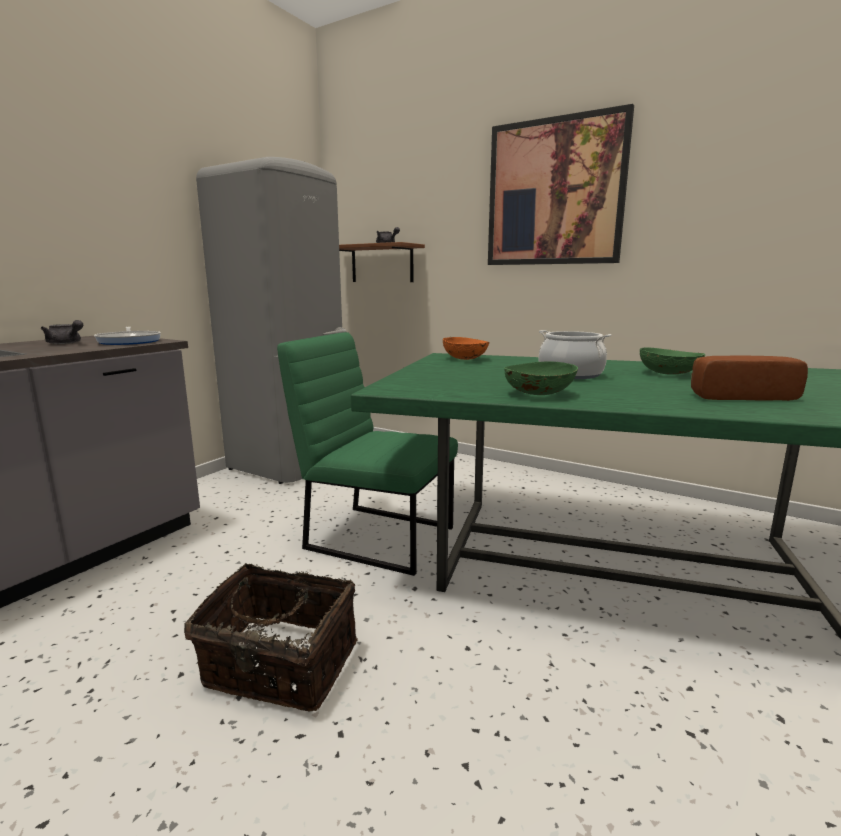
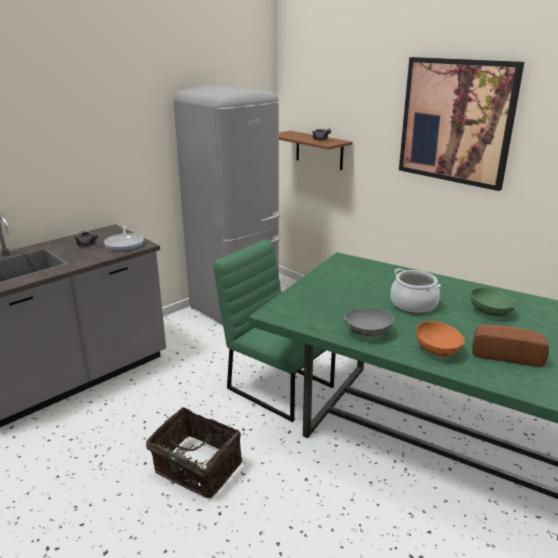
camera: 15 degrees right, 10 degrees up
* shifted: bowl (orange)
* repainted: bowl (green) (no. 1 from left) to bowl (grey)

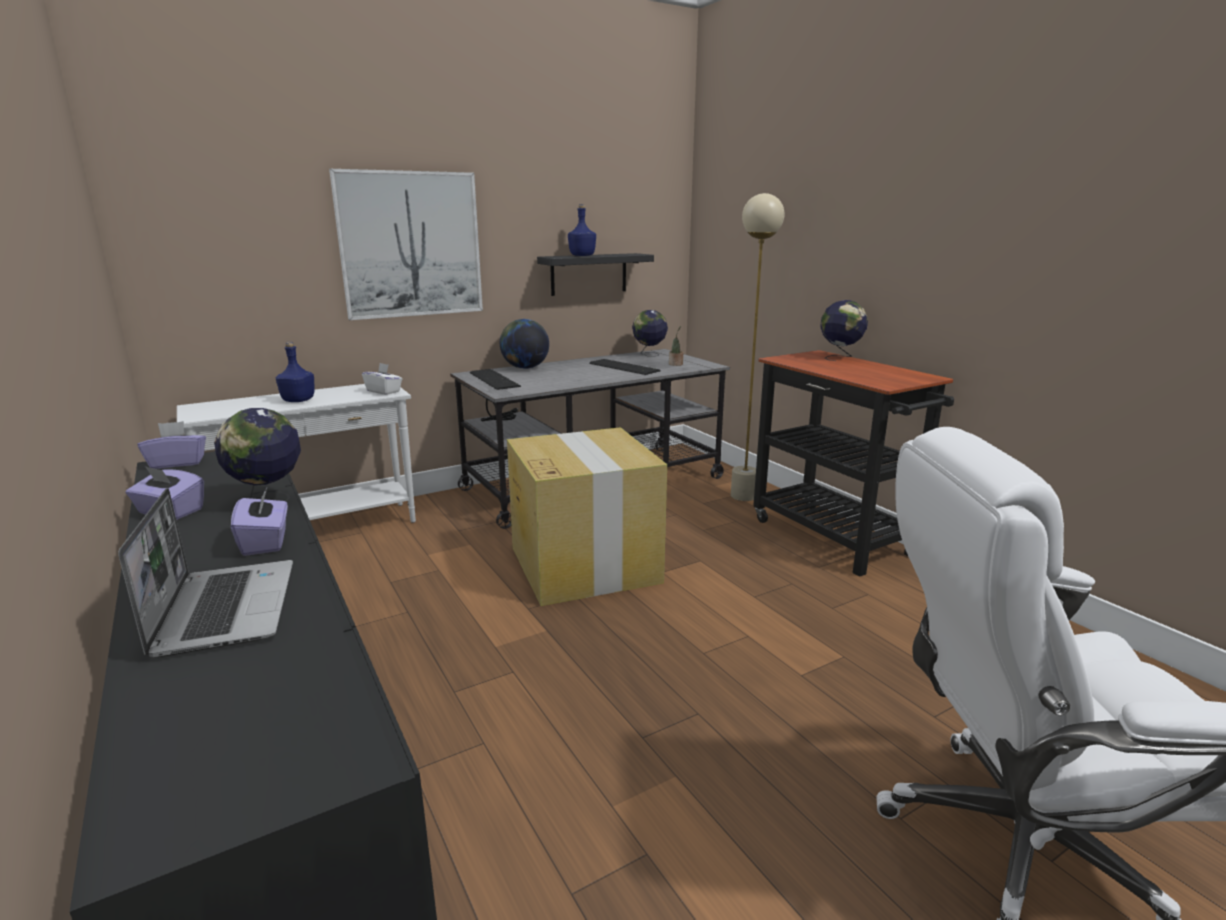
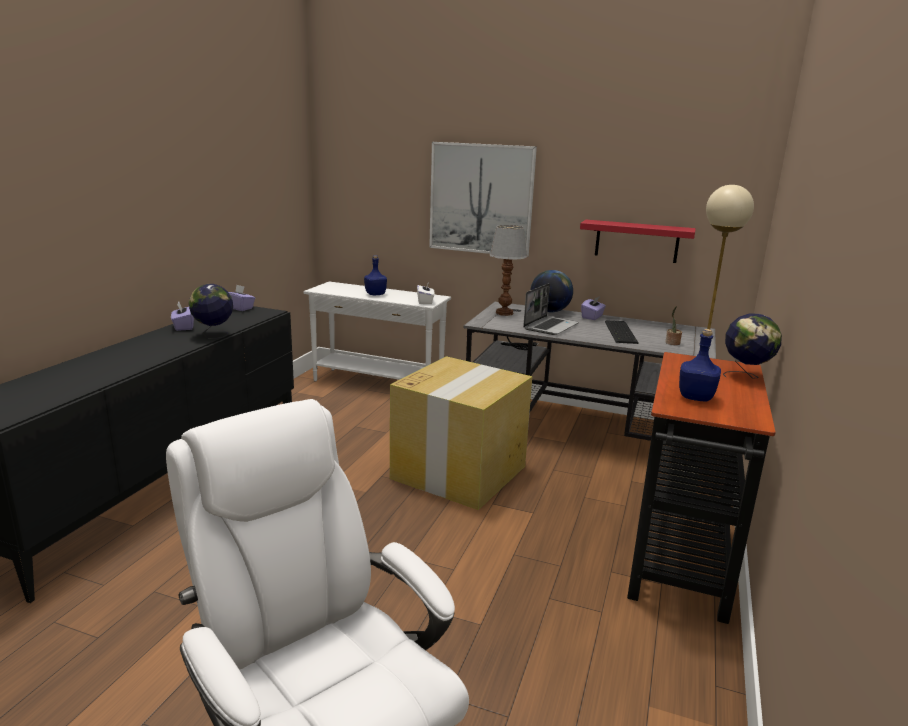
camera: 50 degrees right, 0 degrees up
* gone: globe (no. 3 from left)
* shifted: laptop
* shifted: tissue box (purple) (no. 3 from left)
* shifted: bottle (blue) (no. 2 from left)
* swapped: keyboard (no. 1 from left) to table lamp
* repainted: shelf (black) to shelf (red)

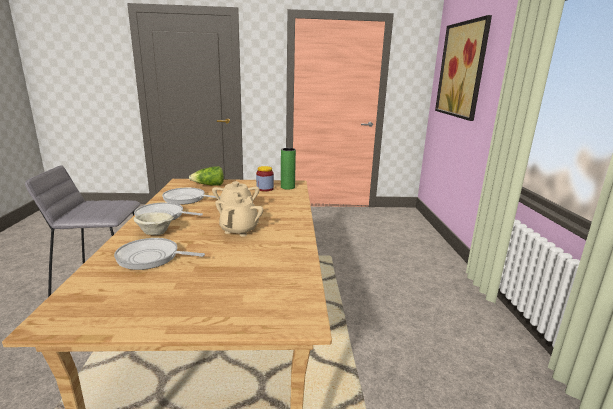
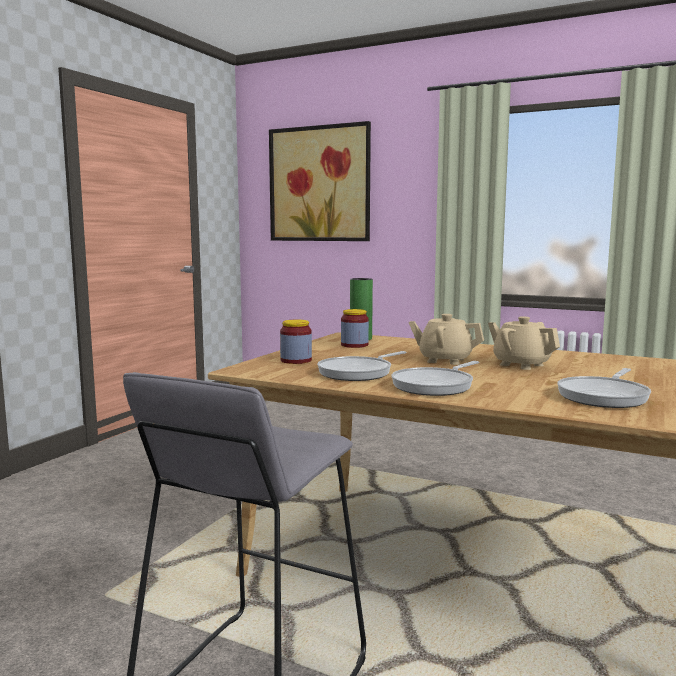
camera: 60 degrees left, 10 degrees down
* gone: bowl (beige)
* swapped: lettuce to jar (no. 1 from left)

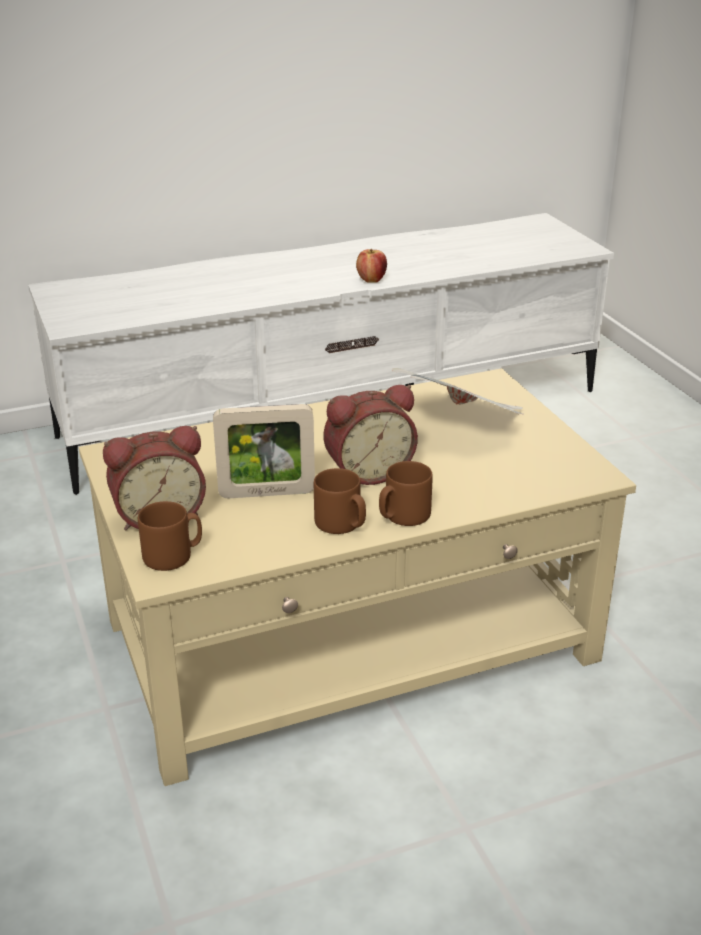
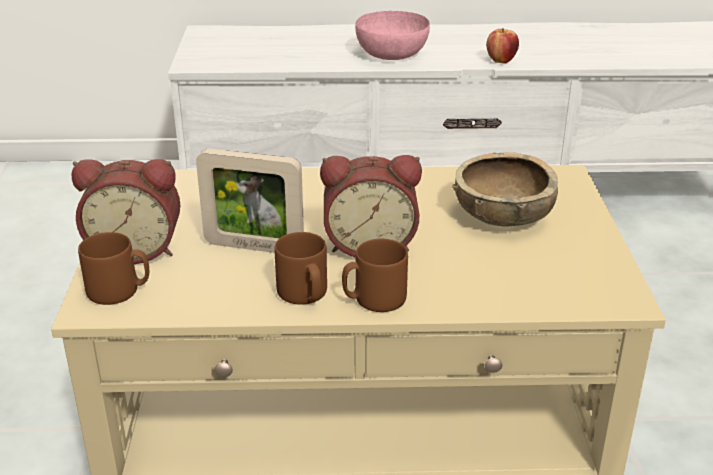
camera: 20 degrees right, 0 degrees up
* new: bowl (pink)
* swapped: newspaper to bowl (brown)

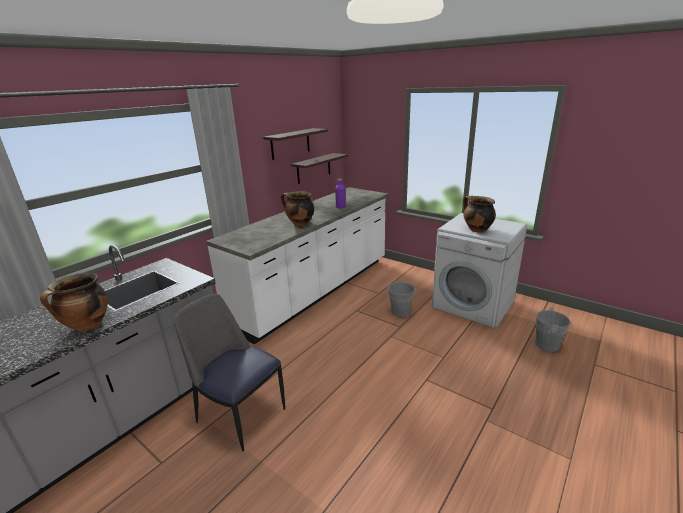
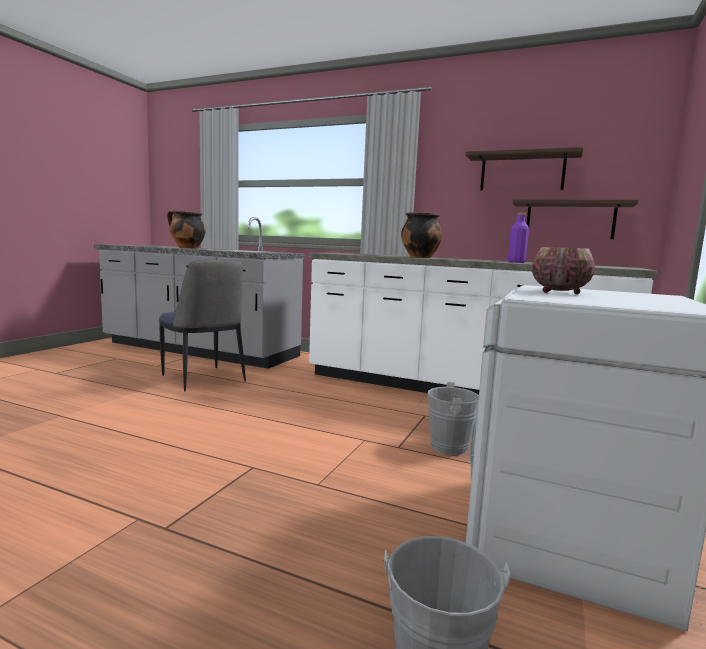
camera: 75 degrees right, 15 degrees down
* swapped: cooking pot (no. 3 from left) to bowl
* rotated: chair 120 degrees clockwise

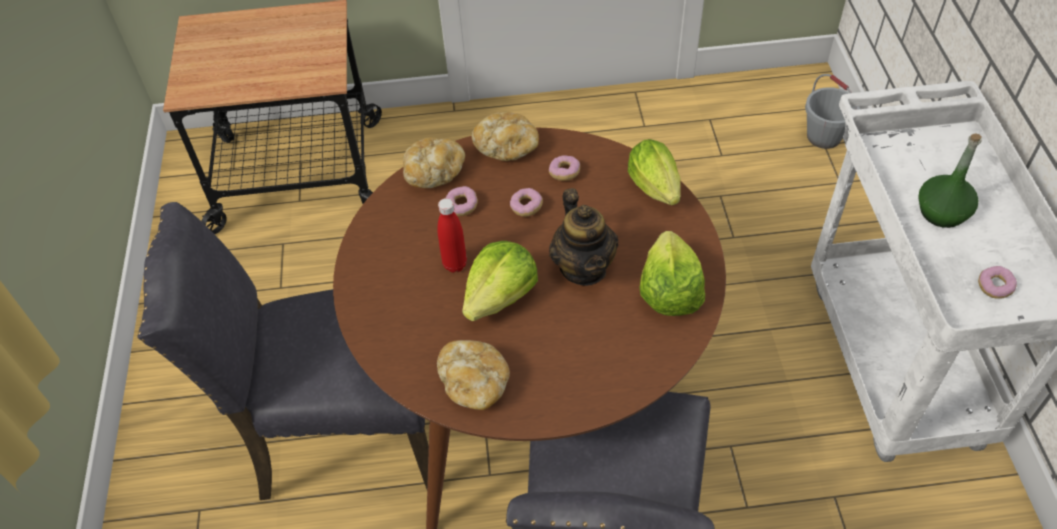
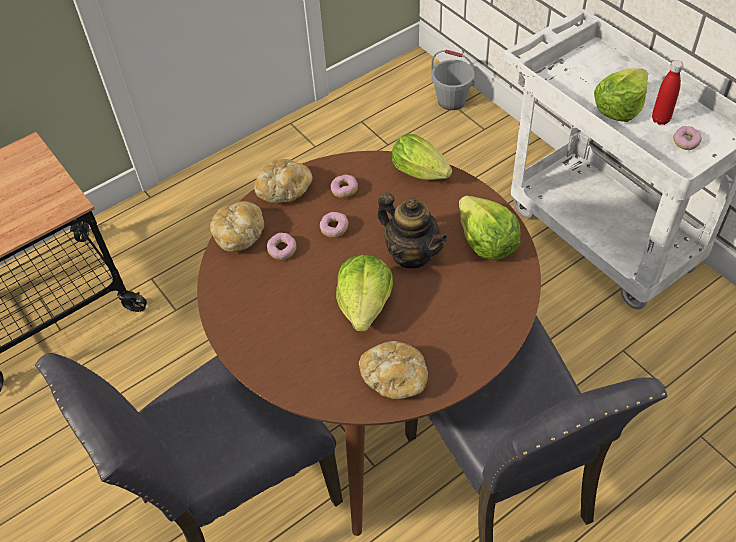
camera: 30 degrees left, 0 degrees up
* shifted: bottle (red)
* swapped: bottle (green) to lettuce (no. 4 from left)

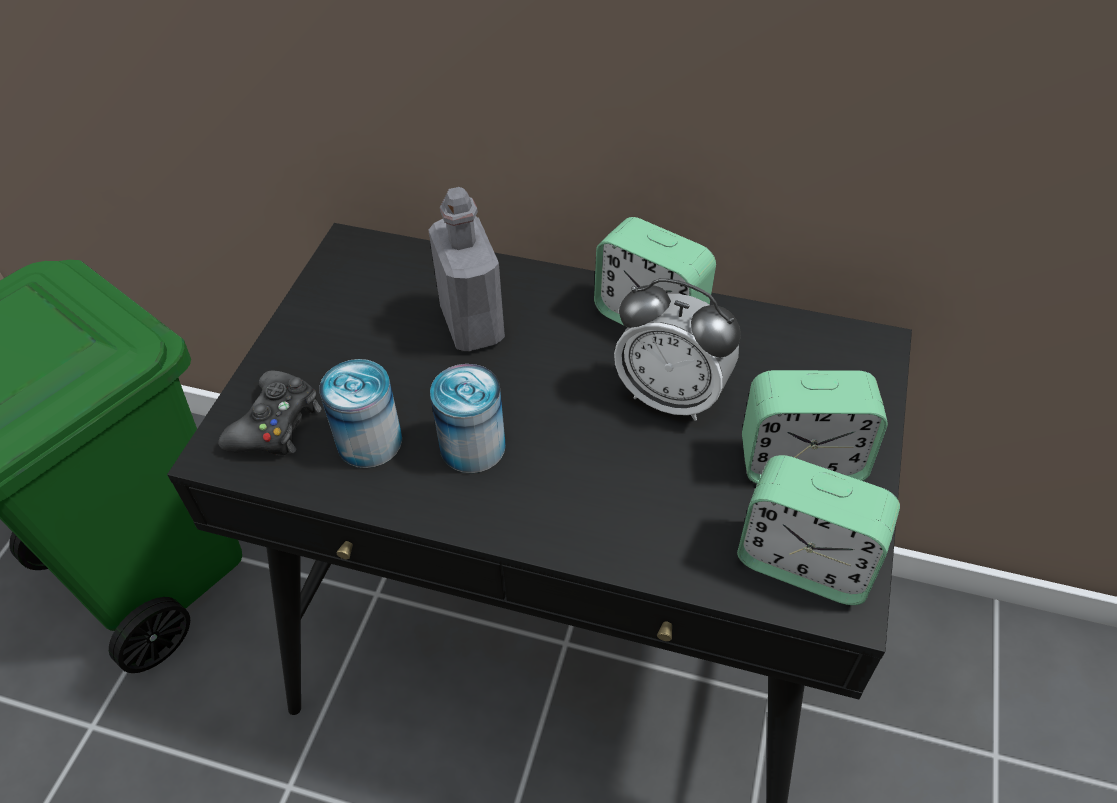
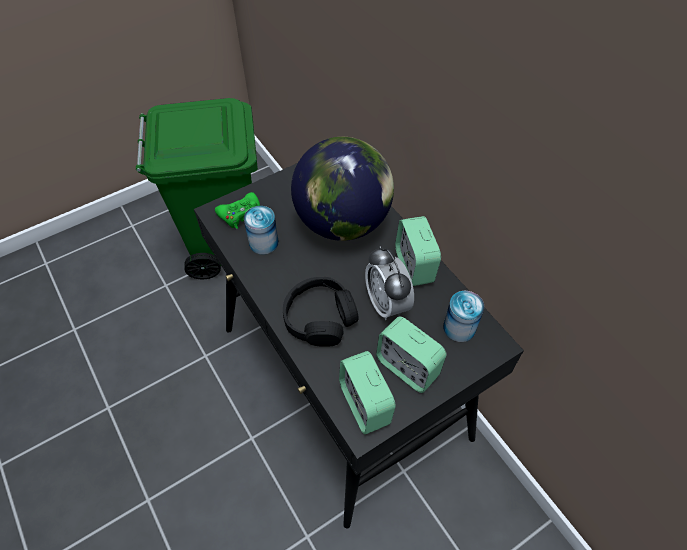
camera: 40 degrees right, 5 degrees up
* new: headphones (black)
* shifted: can (no. 2 from left)
* swapped: bottle (grey) to globe
* repainted: game controller (black) to game controller (green)

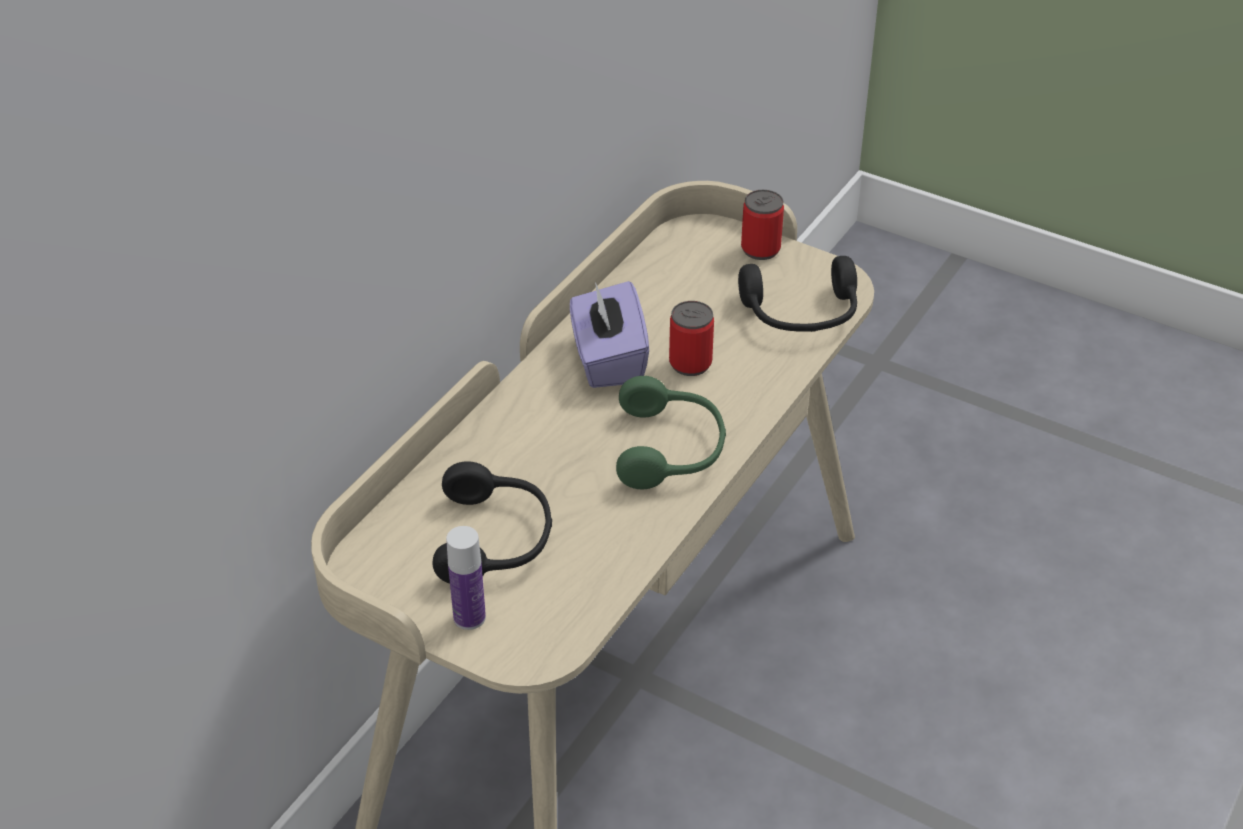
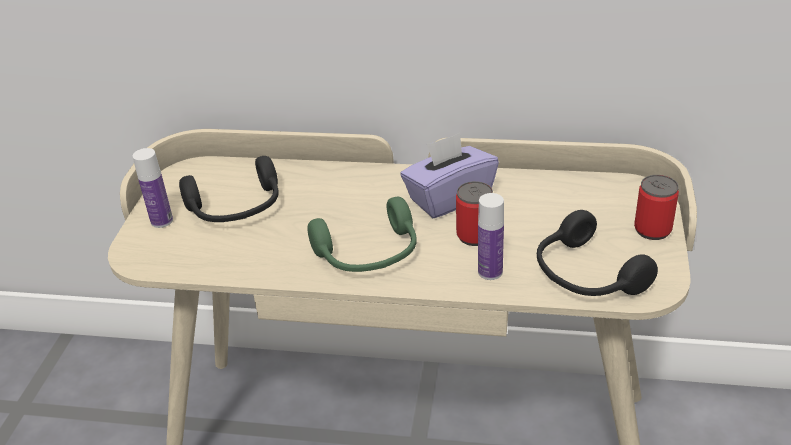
camera: 70 degrees right, 5 degrees down
* new: bottle (no. 2 from left)

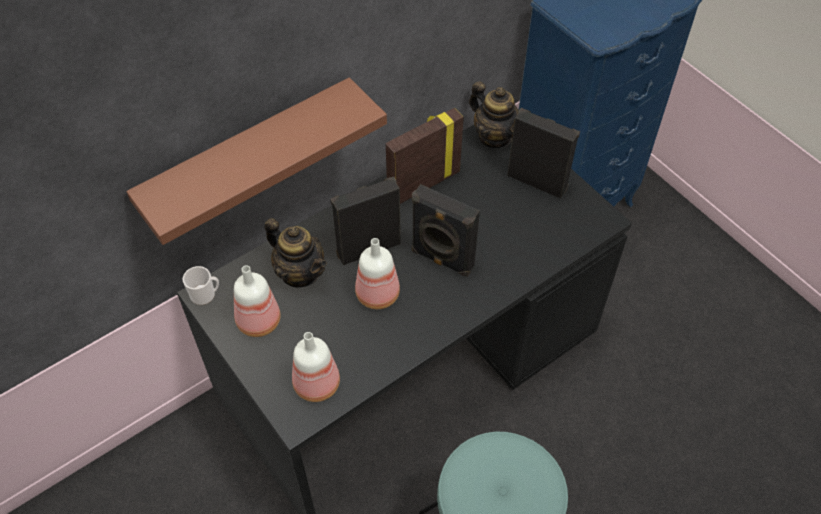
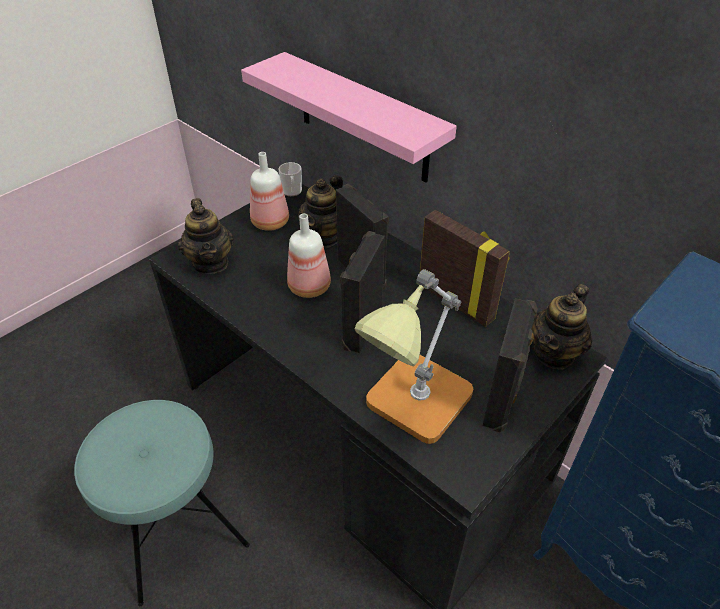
camera: 80 degrees right, 10 degrees down
* new: table lamp
* swapped: bottle (no. 2 from left) to teapot (no. 1 from left)
* repainted: shelf (brown) to shelf (pink)

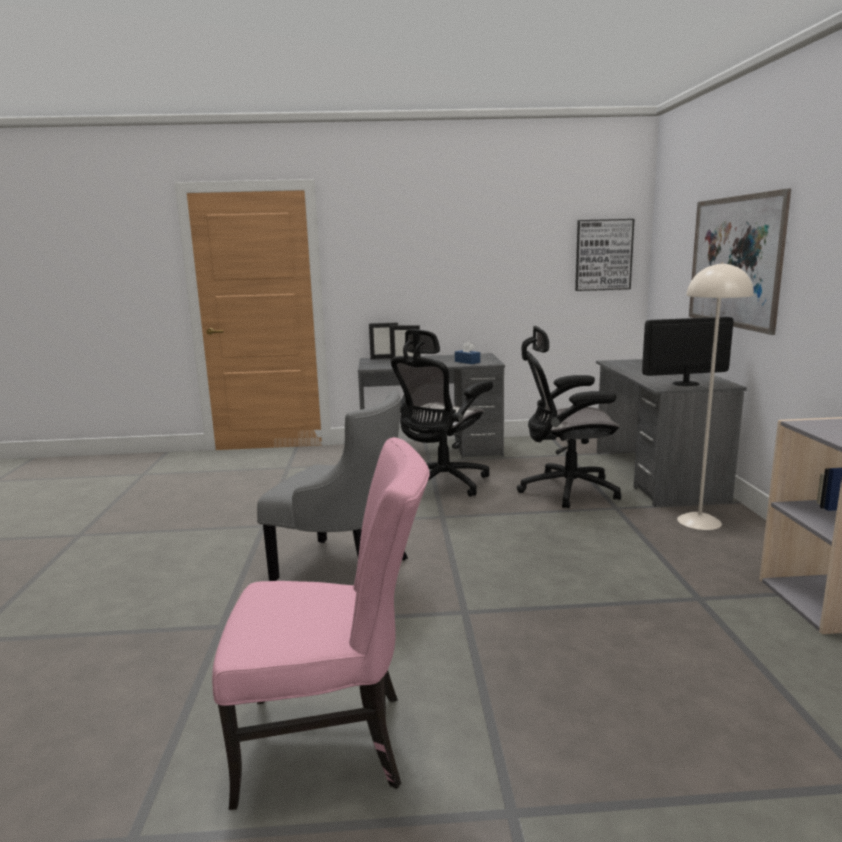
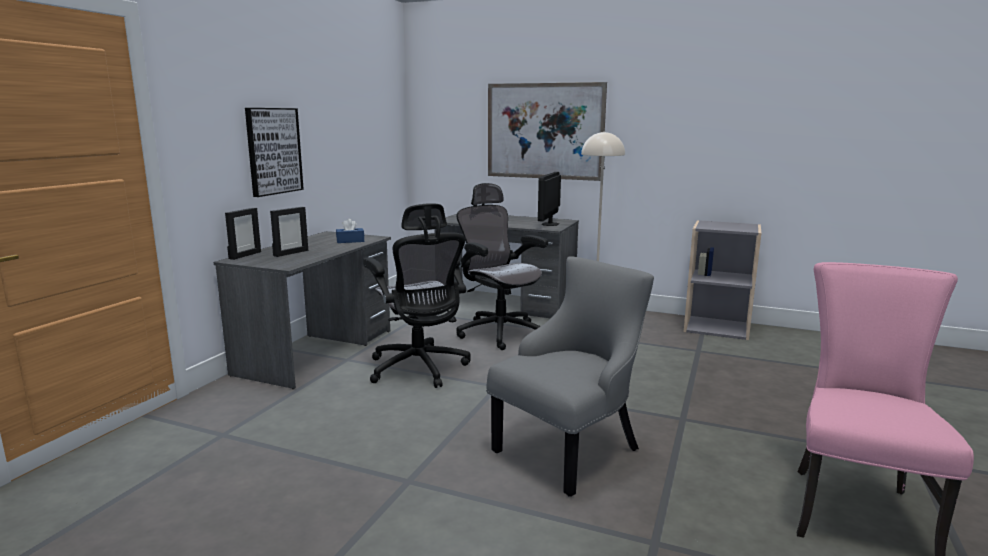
camera: 65 degrees left, 0 degrees up
* shifted: picture (no. 1 from left)
* rotated: office chair (no. 2 from left) 120 degrees clockwise

